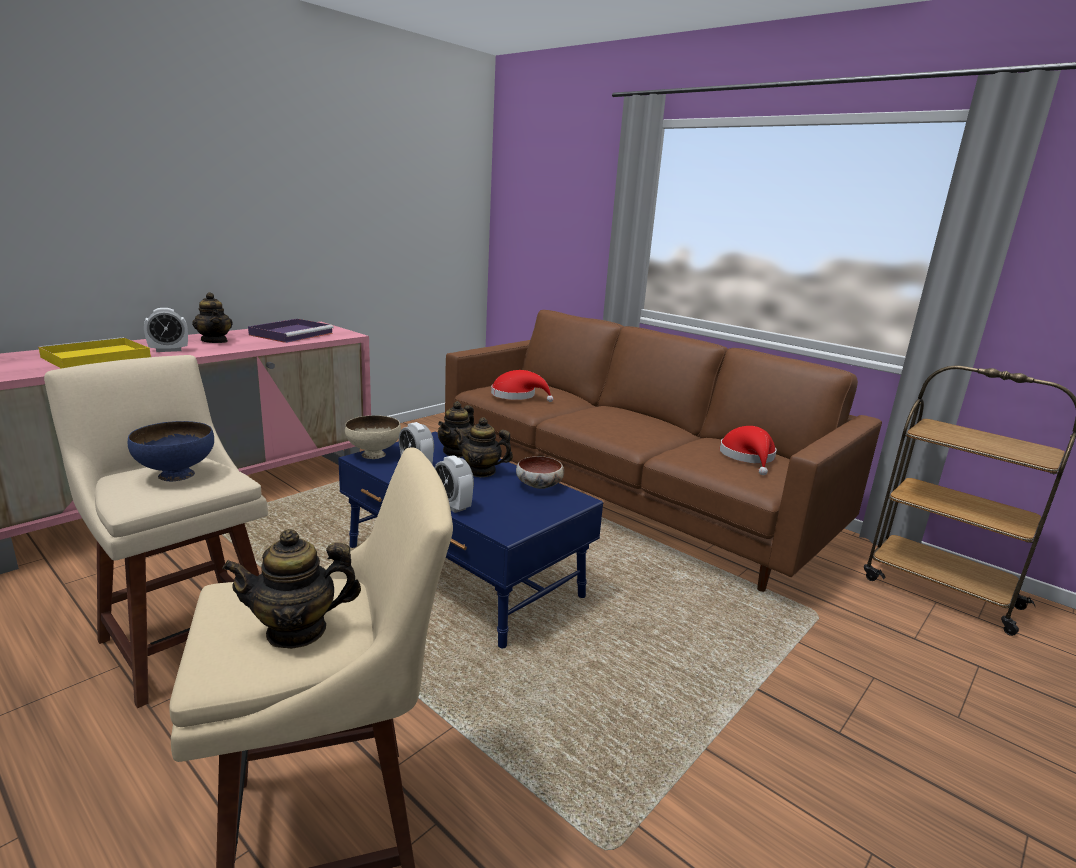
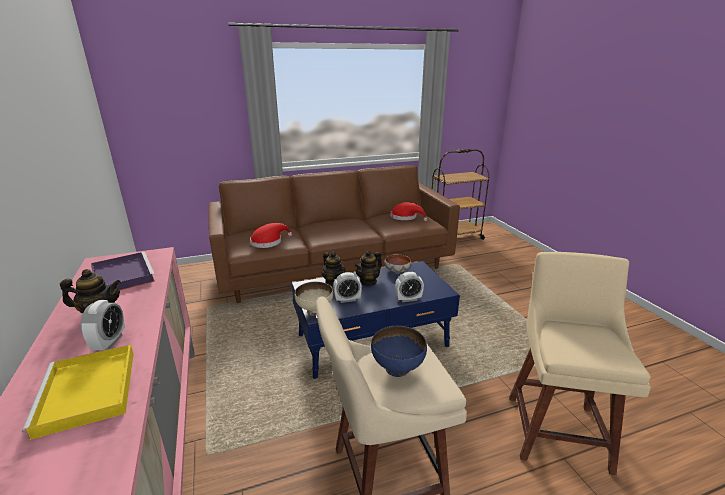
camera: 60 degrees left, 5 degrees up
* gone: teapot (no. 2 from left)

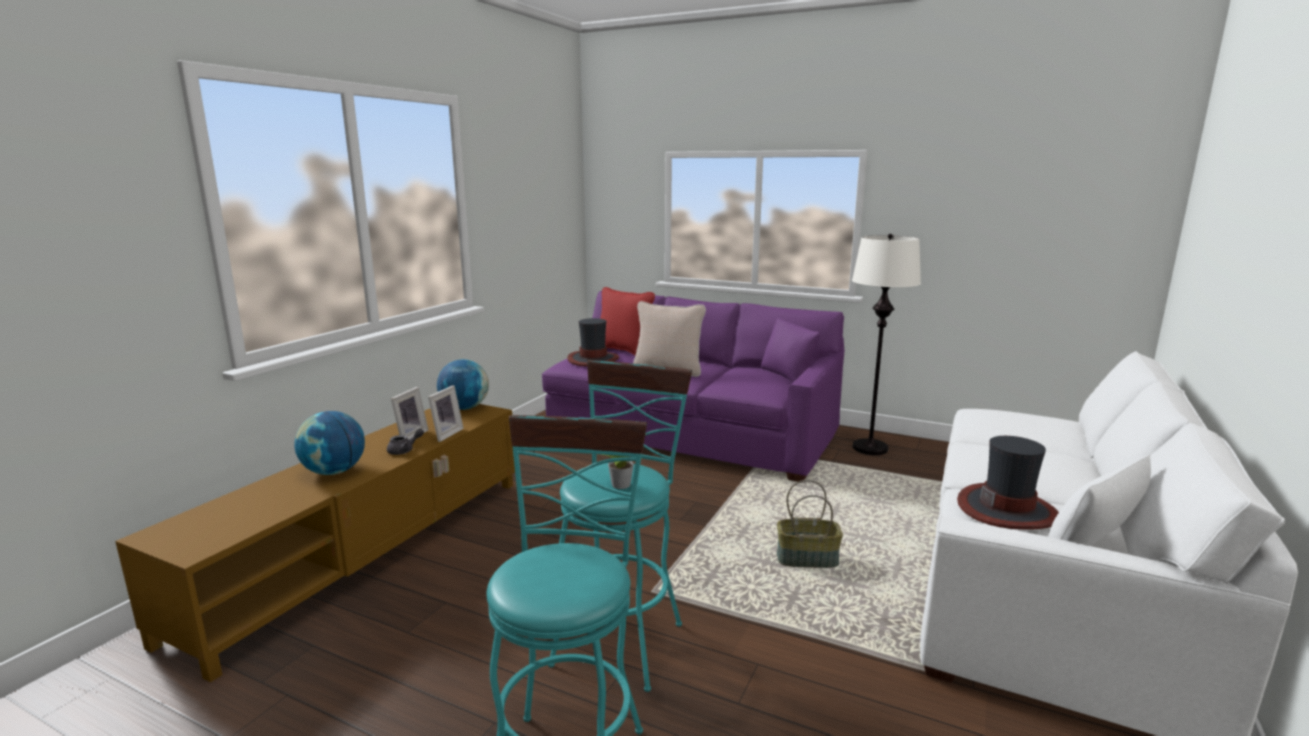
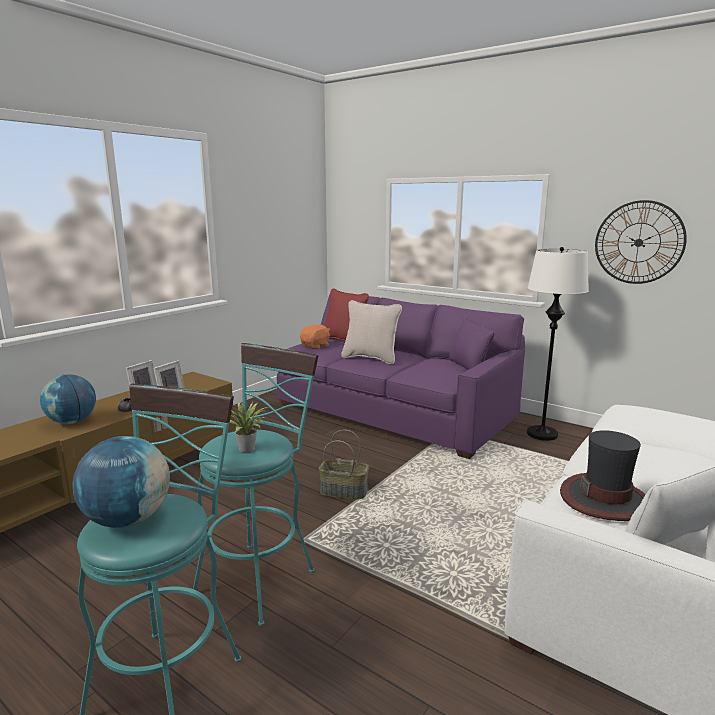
camera: 10 degrees right, 0 degrees up
* new: wall clock
* shifted: globe (no. 2 from left)
* shifted: basket
* swapped: hat (no. 1 from left) to plush toy (orange)

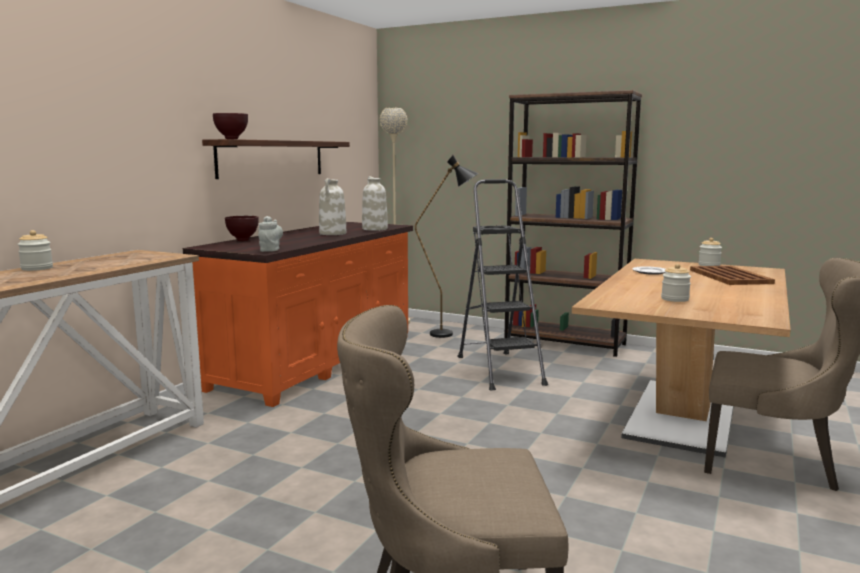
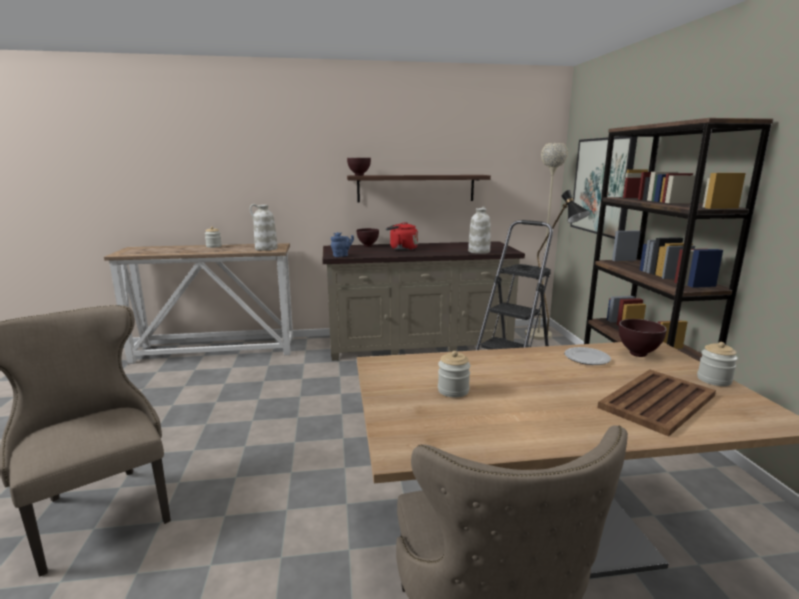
camera: 55 degrees right, 5 degrees up
* new: kettle (red)
* new: picture
* new: bowl (brown) (no. 3 from left)
* shifted: vase (white) (no. 1 from left)
* repainted: cabinet (orange) to cabinet (beige)
* repainted: teapot (grey) to teapot (blue)

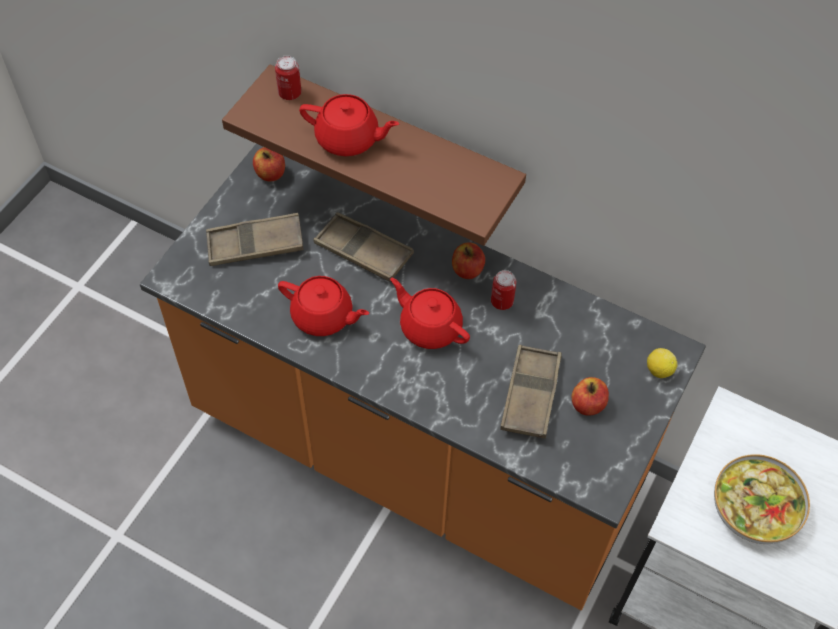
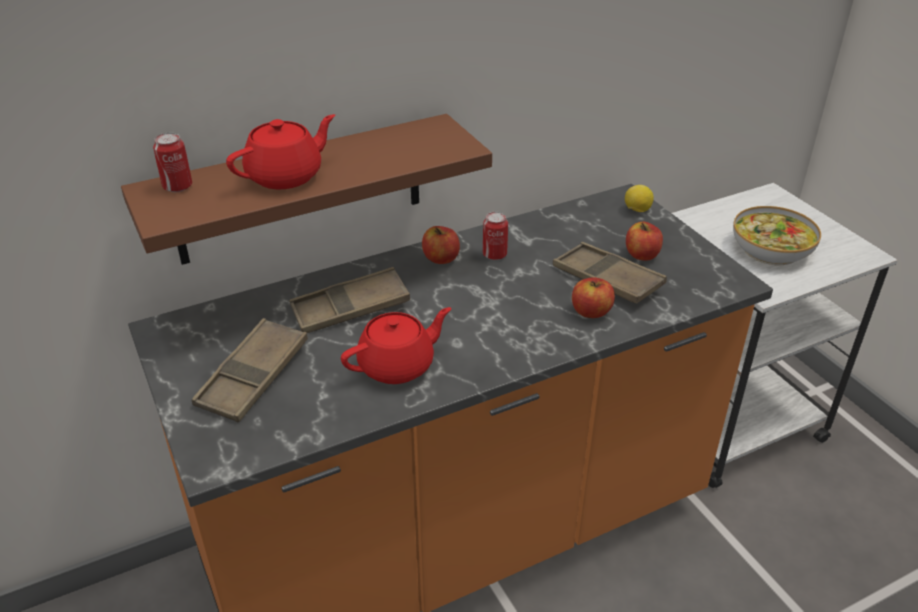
camera: 55 degrees left, 20 degrees down
* gone: teapot (red) (no. 3 from left)
* shifted: apple (no. 1 from left in the first image) to apple (no. 2 from left)

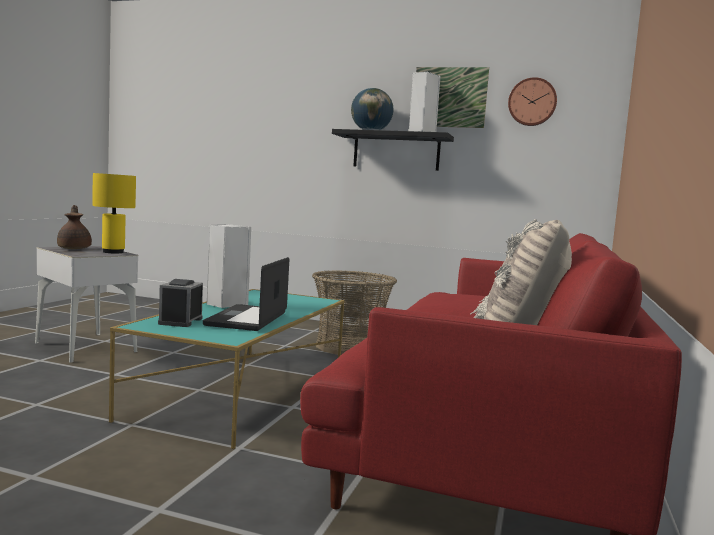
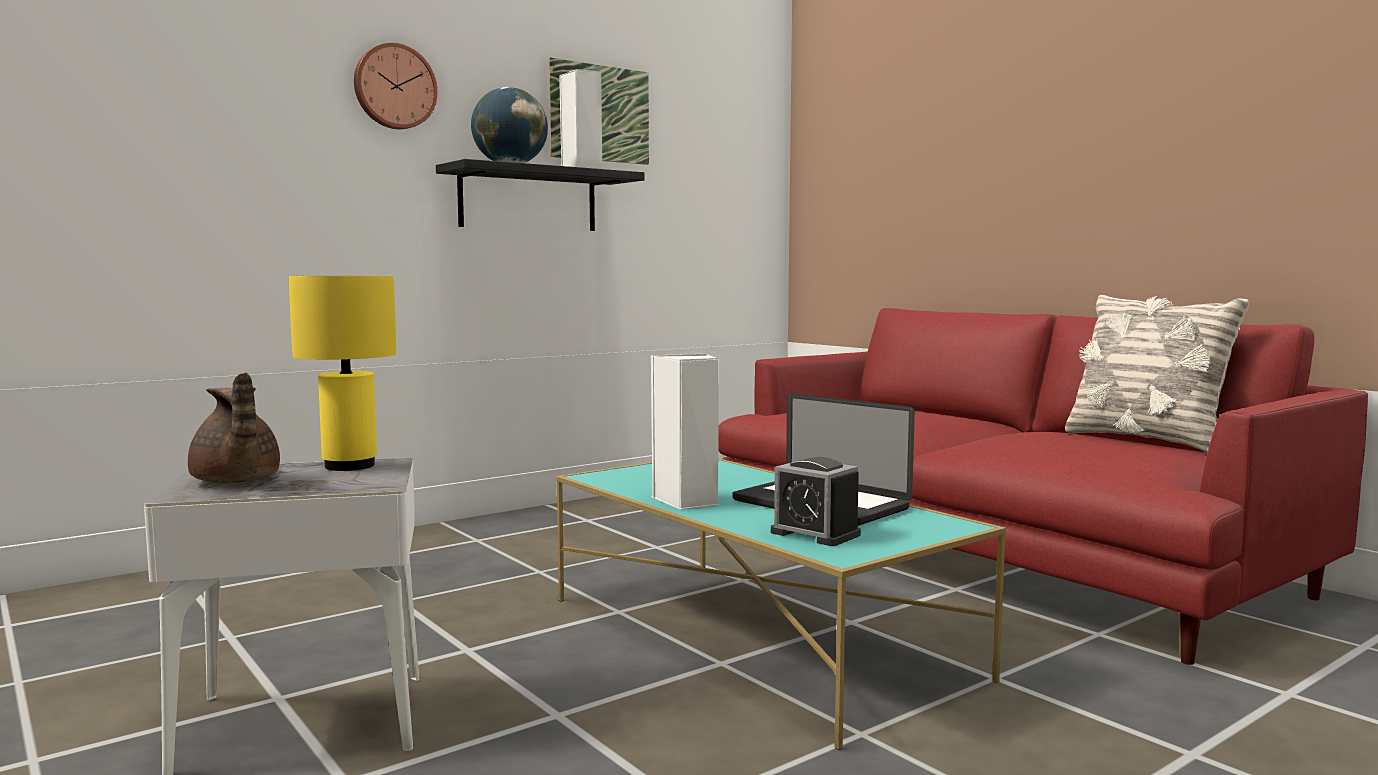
camera: 55 degrees left, 0 degrees up
* gone: basket
* shifted: wall clock
* rotated: teapot (brown) 135 degrees counterclockwise

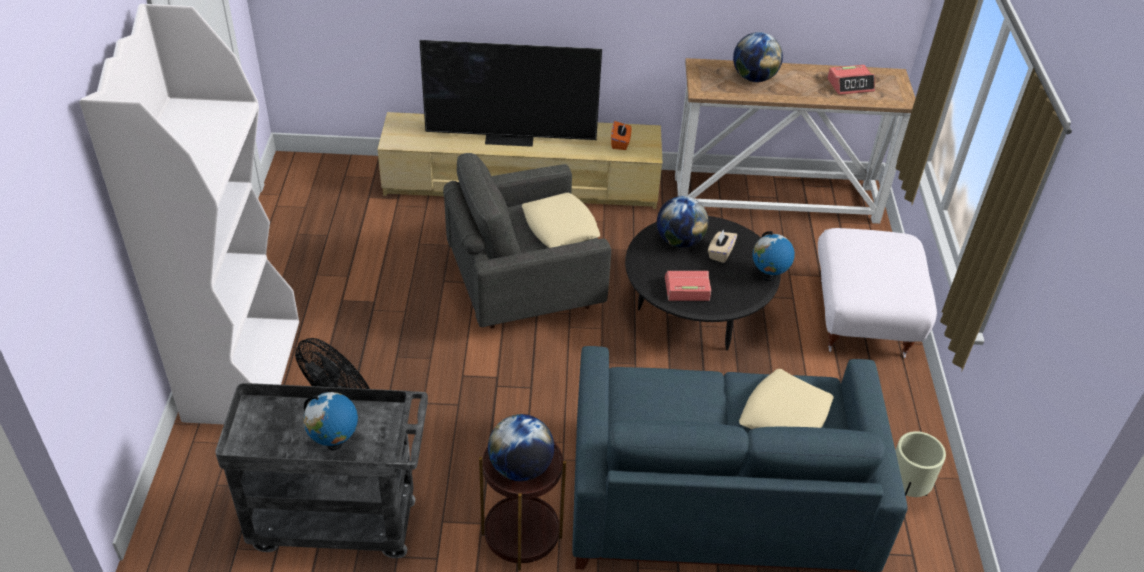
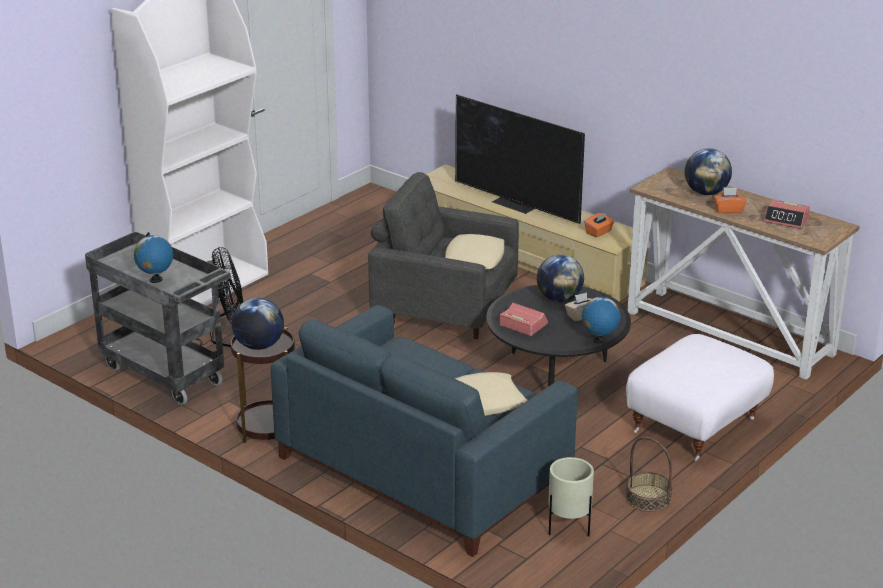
camera: 40 degrees right, 15 degrees down
* new: basket
* new: tissue box (orange) (no. 2 from left)

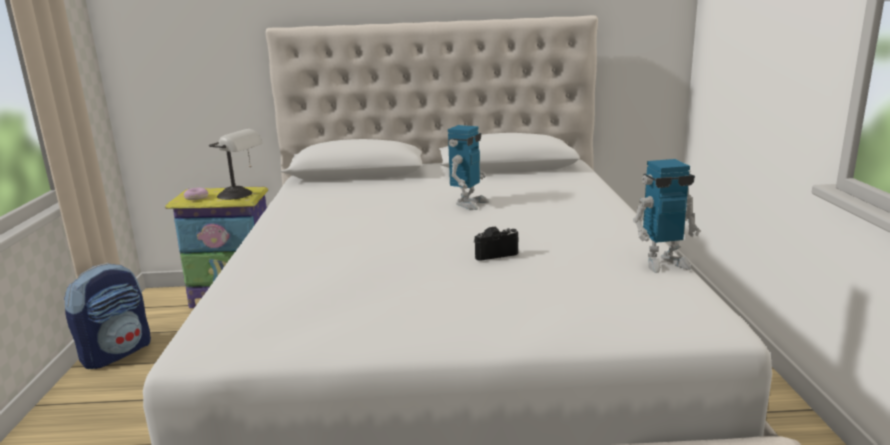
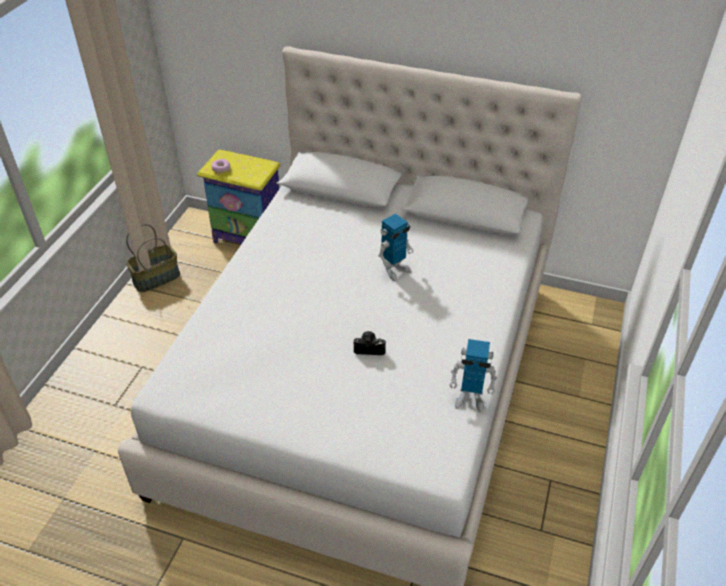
camera: 20 degrees right, 25 degrees up
* gone: table lamp
* swapped: backpack to basket

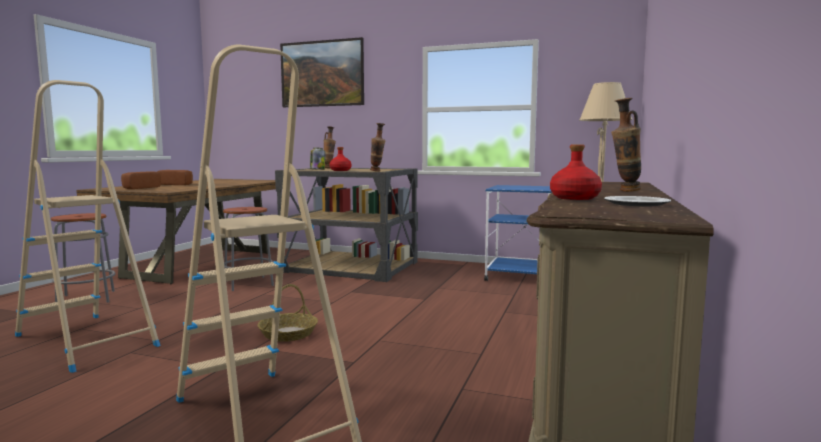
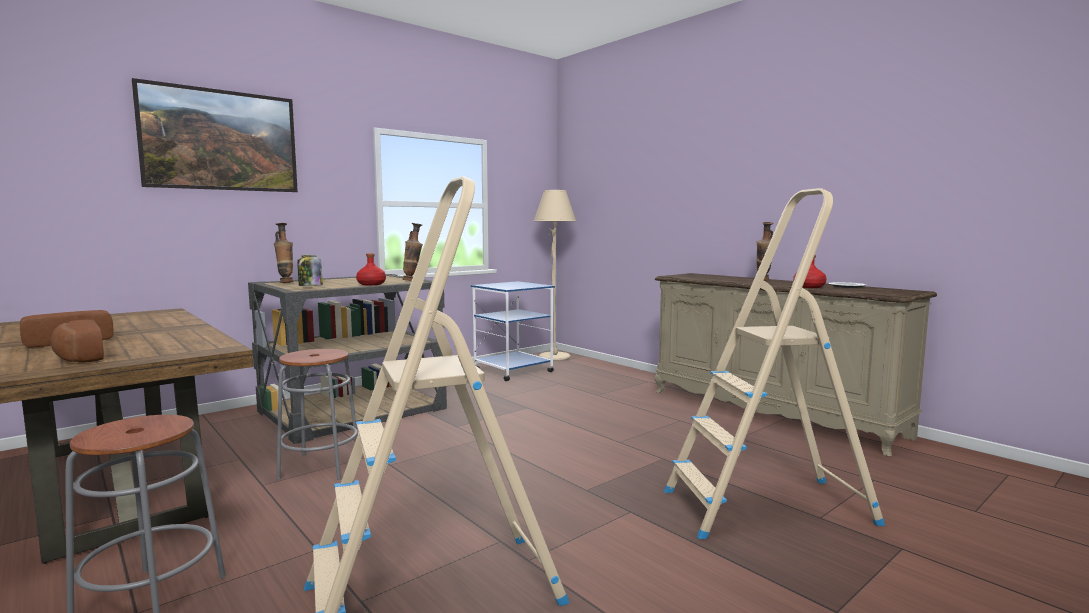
camera: 60 degrees left, 0 degrees up
* gone: basket

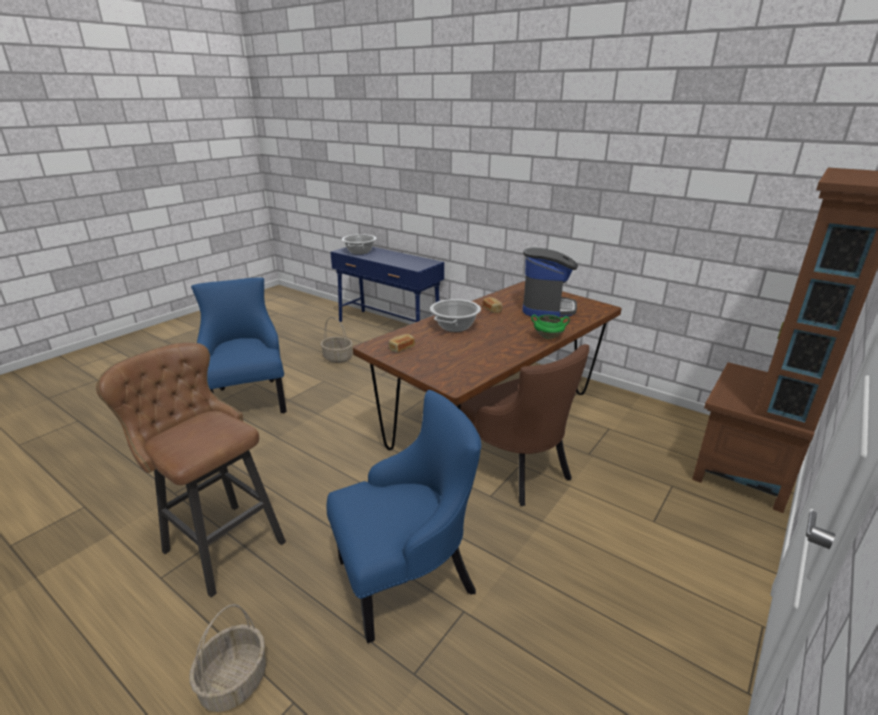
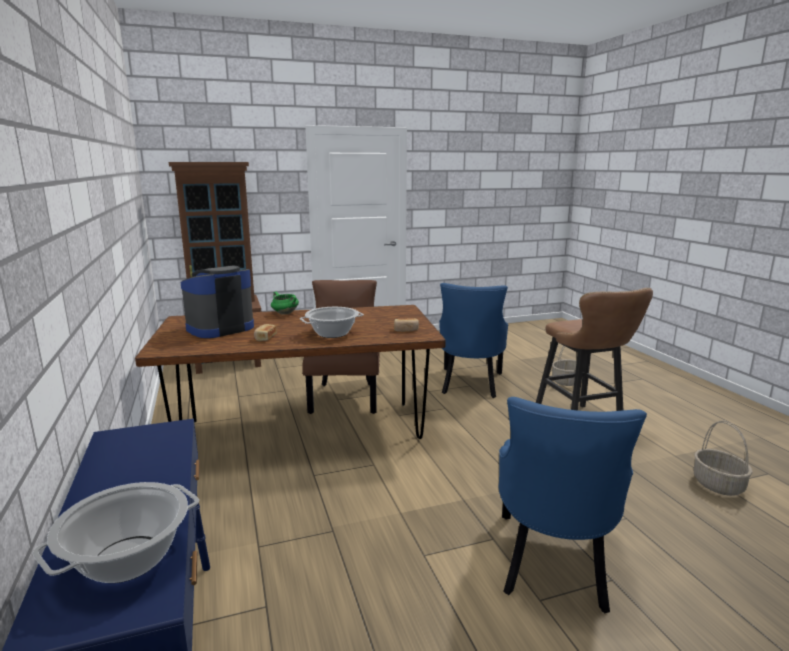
camera: 145 degrees left, 10 degrees down
* shifted: basket (no. 2 from left)
* rotated: chair (blue) (no. 2 from left in the first image) 90 degrees counterclockwise

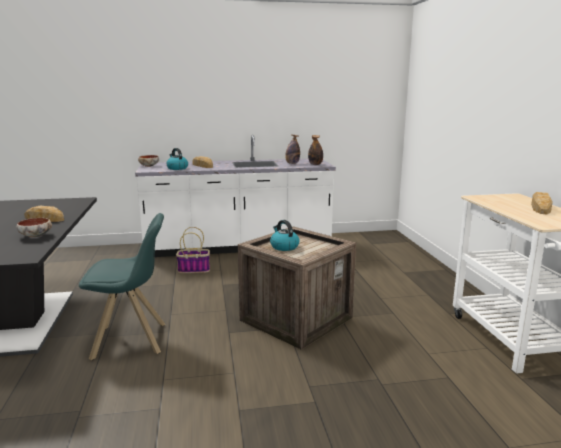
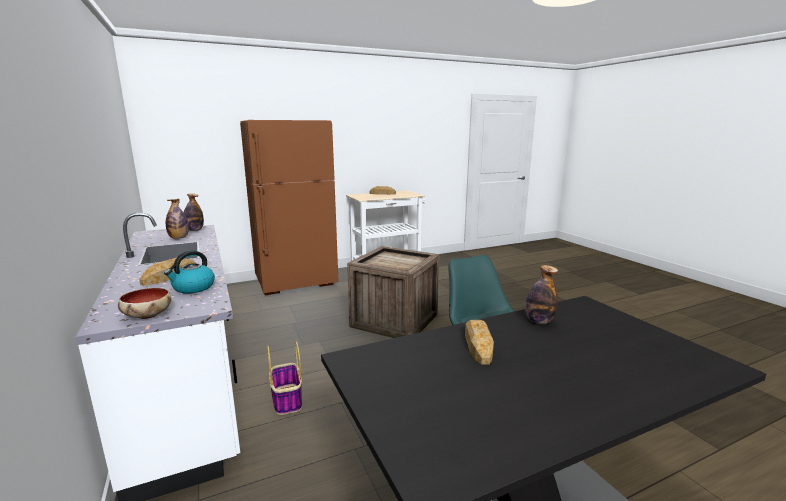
camera: 105 degrees left, 0 degrees up
* gone: kettle (no. 2 from left)
* new: fridge (brown)
* swapped: bowl (no. 1 from left) to bottle (no. 3 from left)

